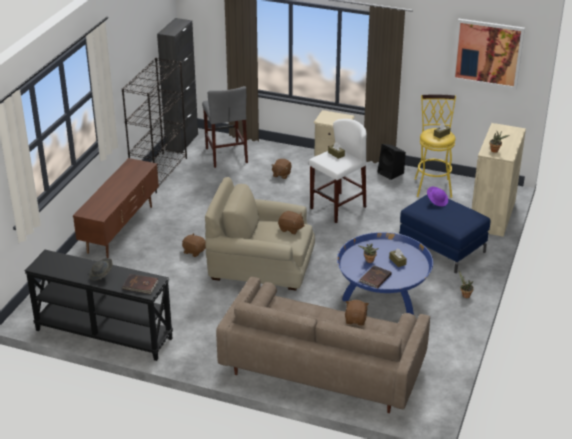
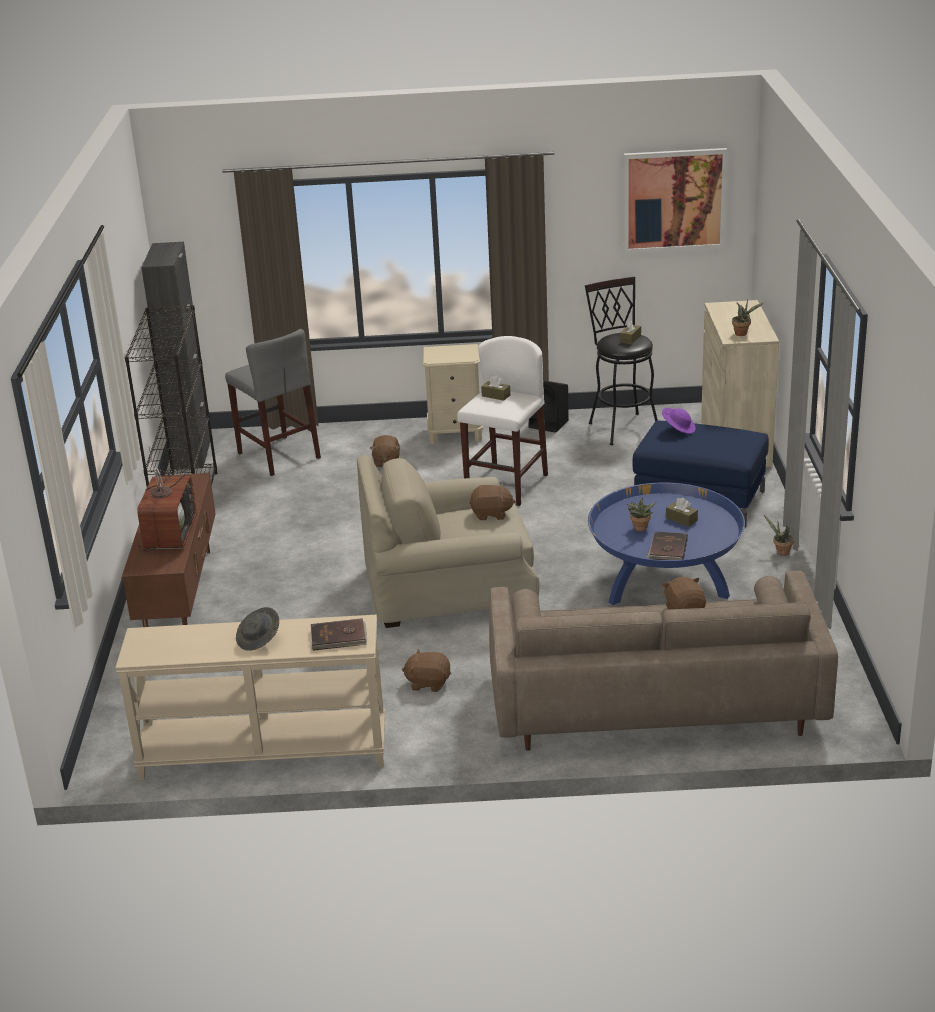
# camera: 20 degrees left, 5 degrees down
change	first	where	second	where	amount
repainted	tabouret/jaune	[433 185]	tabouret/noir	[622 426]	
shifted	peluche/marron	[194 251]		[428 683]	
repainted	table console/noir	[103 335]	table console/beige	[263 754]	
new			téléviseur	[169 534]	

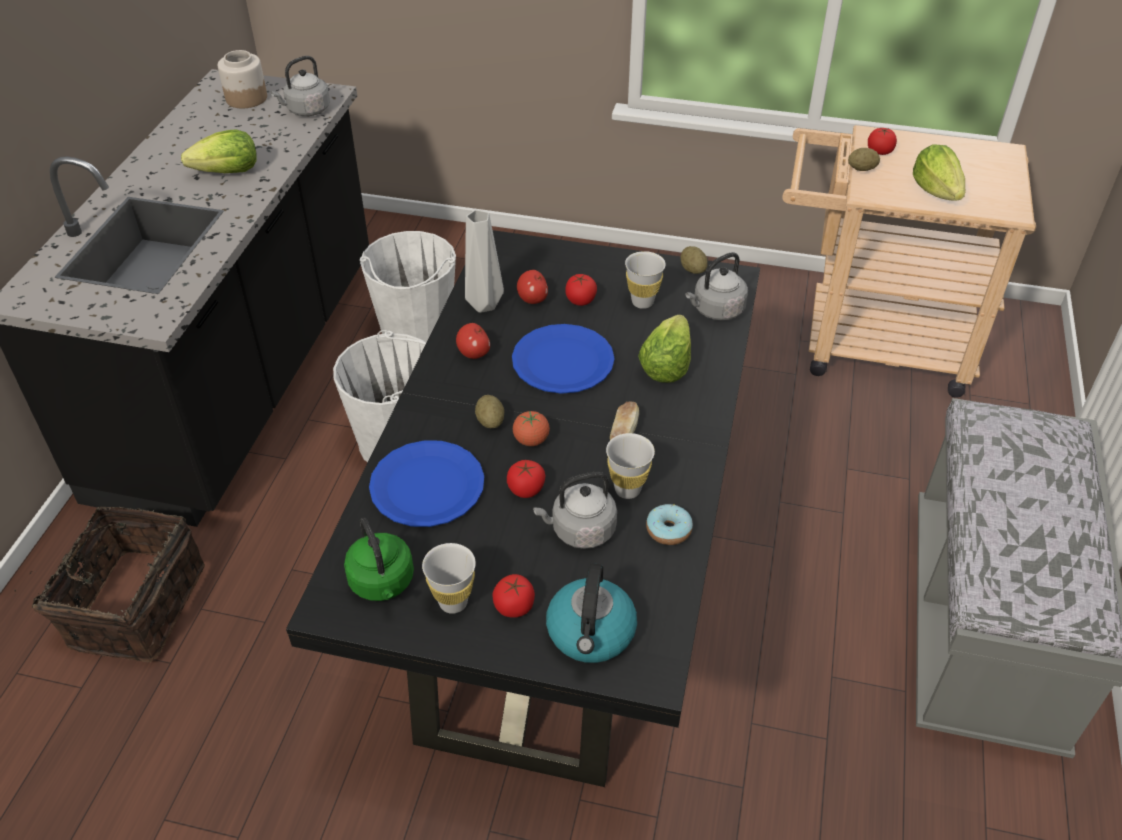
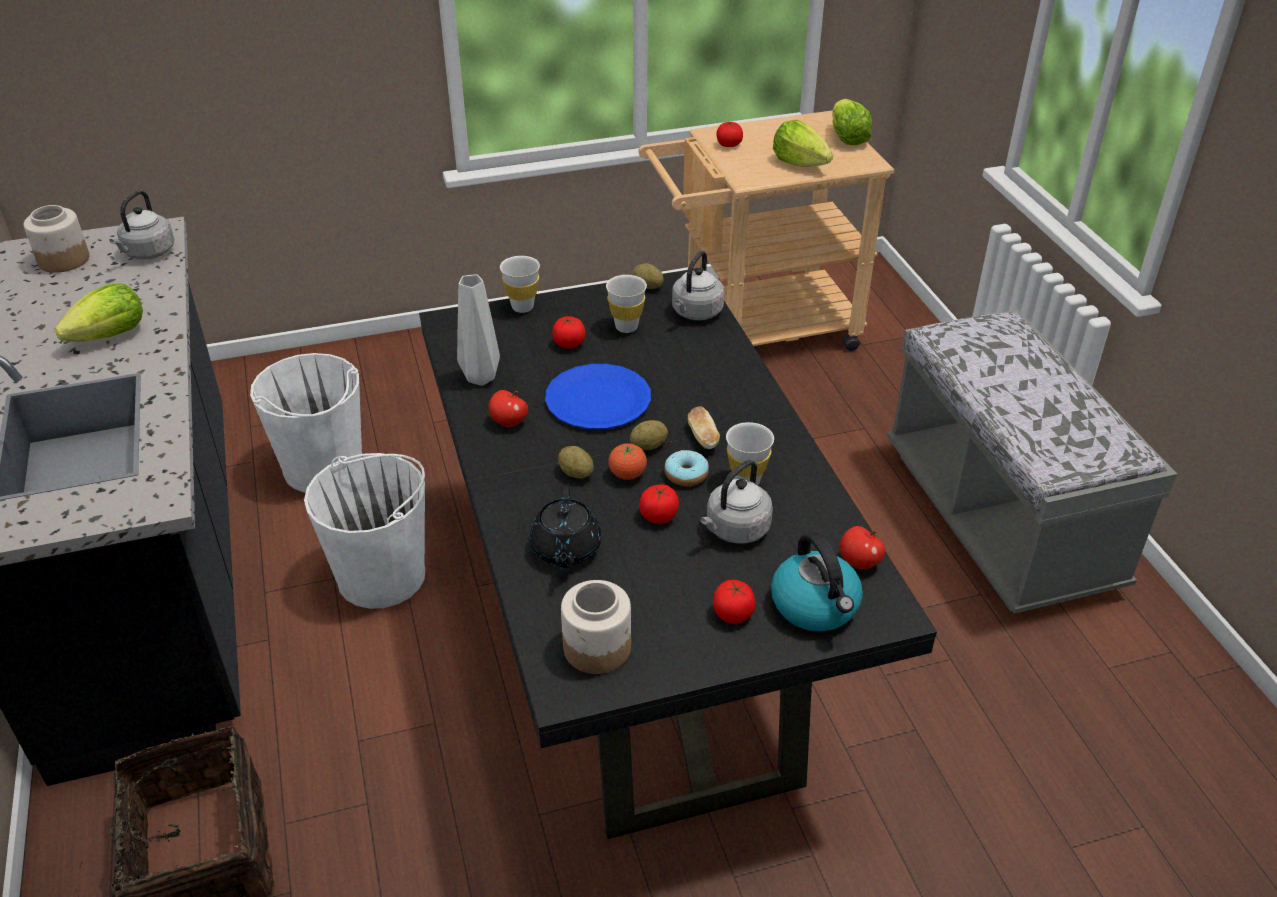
# camera: 30 degrees left, 5 degrees down
change	first	where	second	where	amount
shifted	pomme de terre	[862 169]		[648 446]	
shifted	pomme	[533 299]		[859 562]	
shifted	laitue	[666 366]		[847 139]	
swapped	assiette/bleu	[427 486]	théière/noir	[565 550]	
shifted	beignet	[668 530]		[686 475]	
swapped	bouilloire/vert	[383 583]	bocal	[598 648]	
shifted	tasse/blanc	[453 602]		[522 307]	

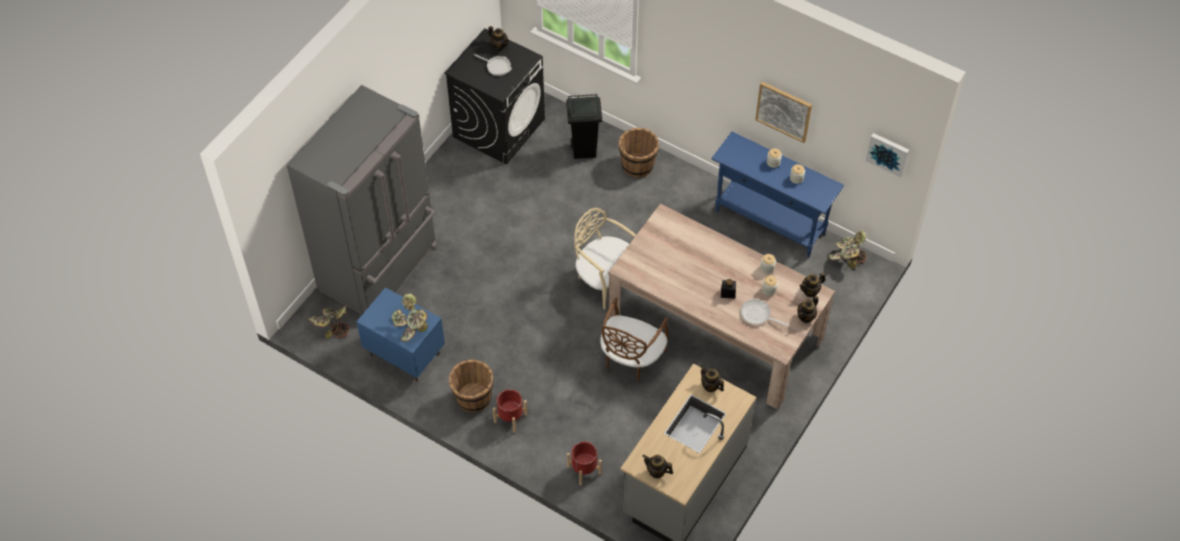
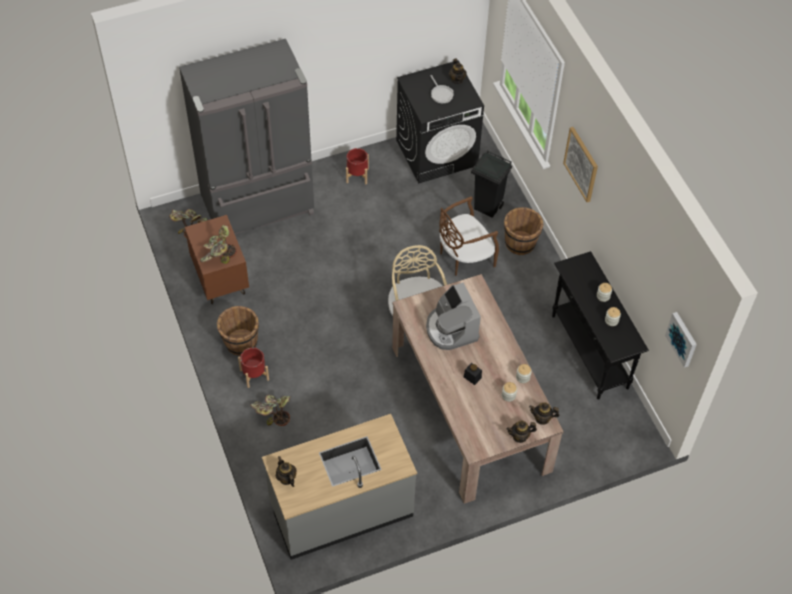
# camera: 35 degrees right, 0 degrees up
change	first	where	second	where	amount
shifted	tableau	[784 111]		[581 164]	
repainted	table console/bleu	[770 223]	table console/noir	[589 352]	
shifted	plante en pot	[846 257]		[272 413]	
repainted	table de chevet/bleu	[404 355]	table de chevet/marron	[220 279]	
shifted	chaise/marron	[631 359]		[464 257]	
gone	poêle	[758 315]			
gone	théière	[710 386]			
shifted	cache-pot/rouge	[584 469]		[357 175]	
new			machine à café	[451 329]	

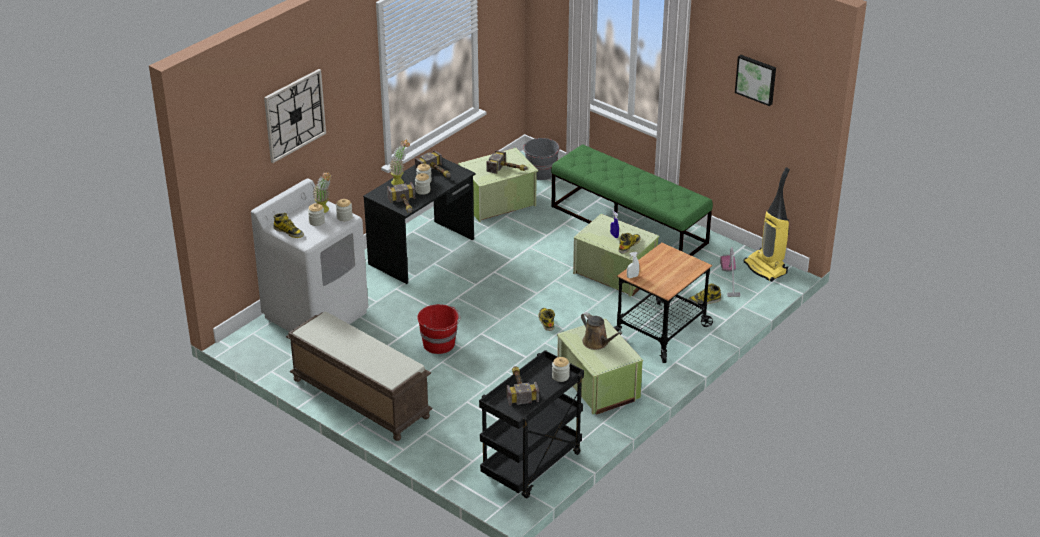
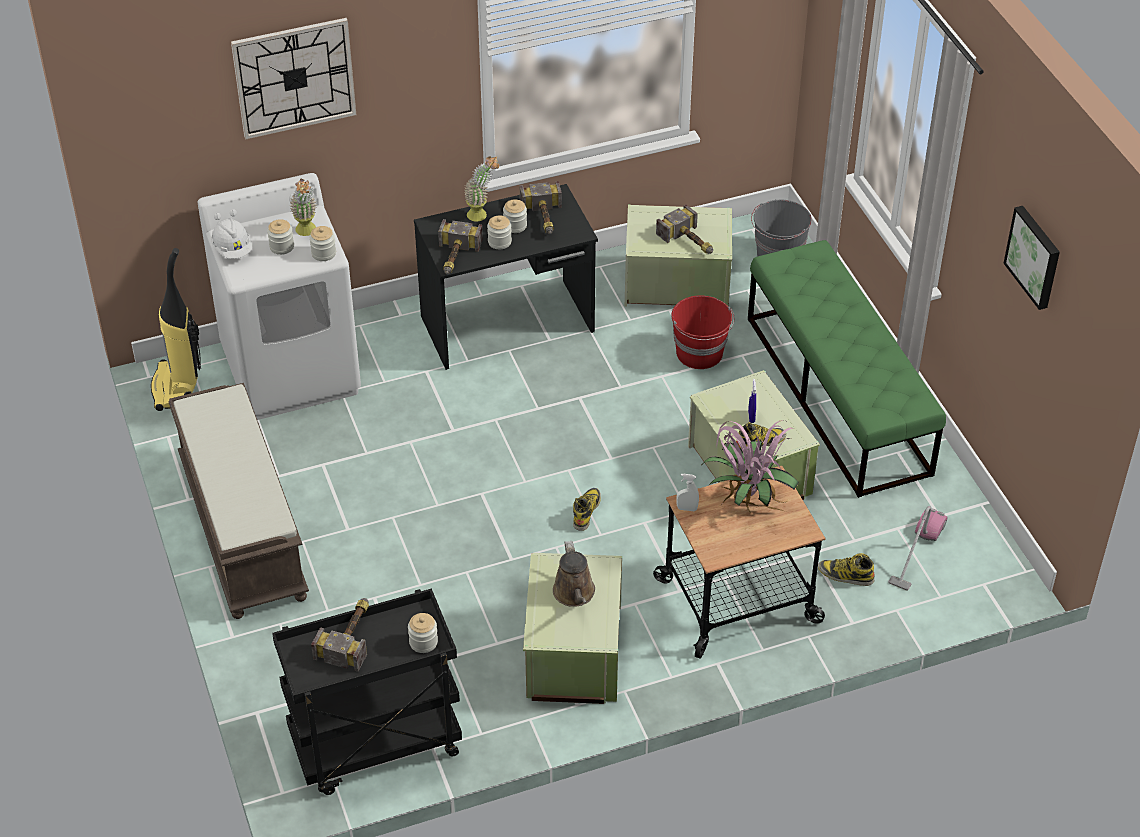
# camera: 30 degrees right, 10 degrees up
change	first	where	second	where	amount
shifted	aspirateur	[766 268]		[177 387]	
swapped	botte	[289 232]	casque de chantier/blanc	[233 249]	
shifted	seau/rouge	[439 344]		[700 353]	
new			plante en pot	[746 500]	

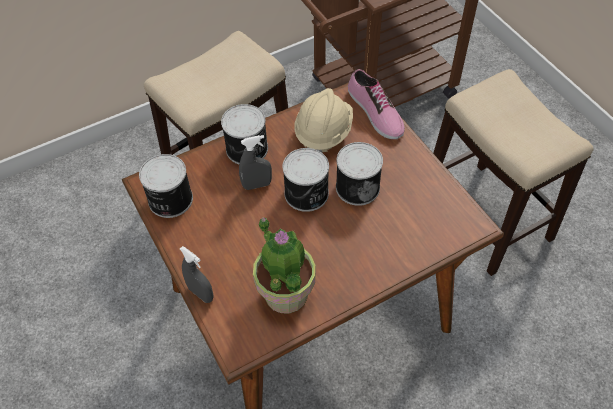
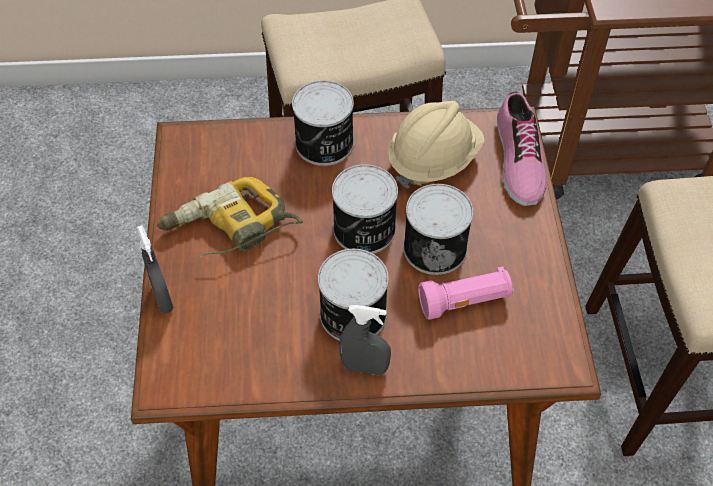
# camera: 25 degrees right, 0 degrees up
change	first	where	second	where	amount
shifted	vaporisateur/gris	[257 185]		[364 367]	
shifted	boîte métallique	[169 200]		[351 314]	
gone	plante en pot	[286 293]			
new			perceuse	[230 230]	
new			lampe de poche/rose	[465 301]	

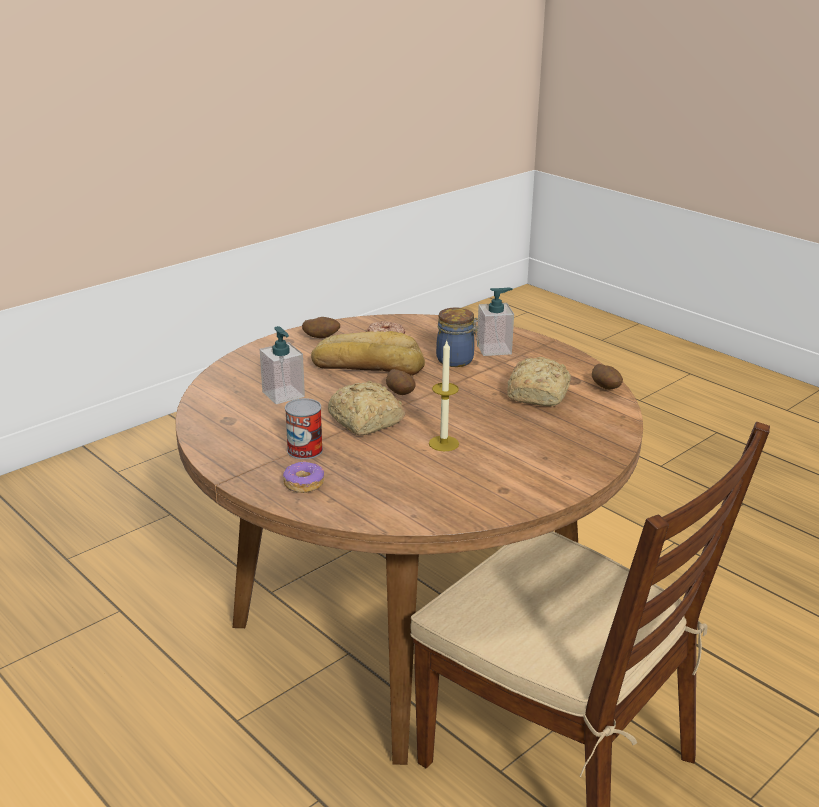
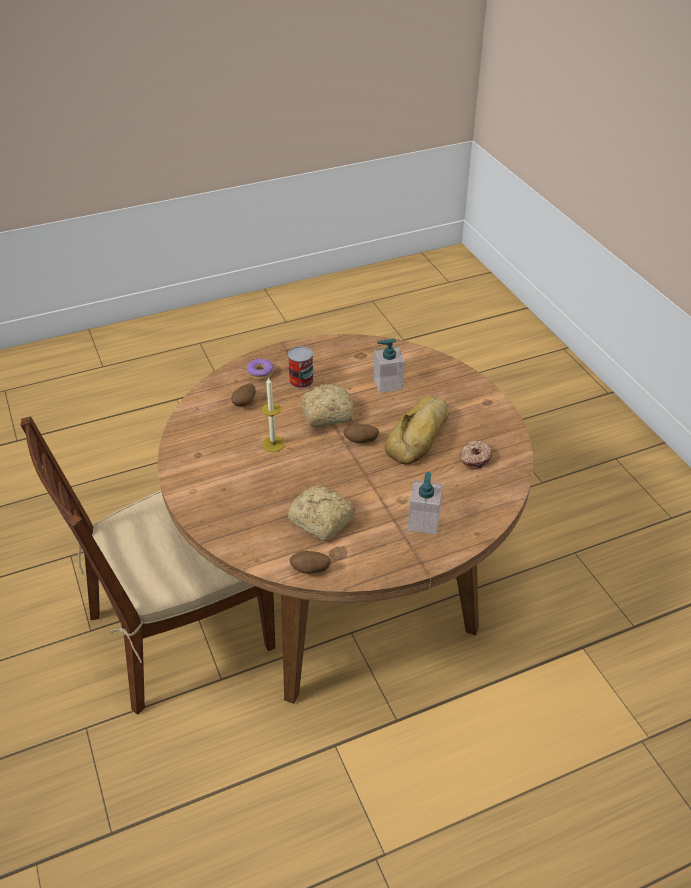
# camera: 110 degrees right, 15 degrees up
change	first	where	second	where	amount
gone	bocal	[456 360]			
shifted	pomme de terre	[321 338]		[244 403]	

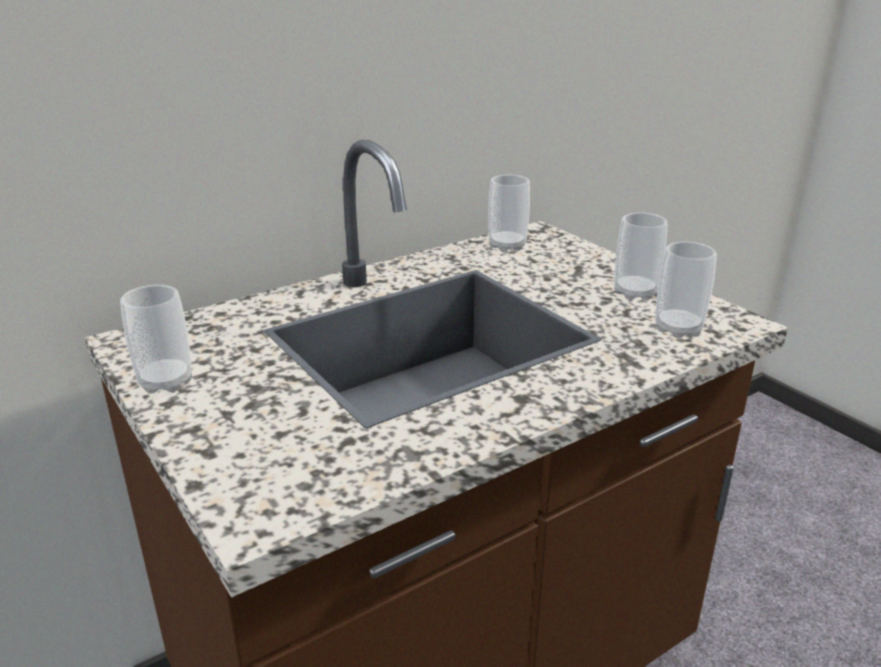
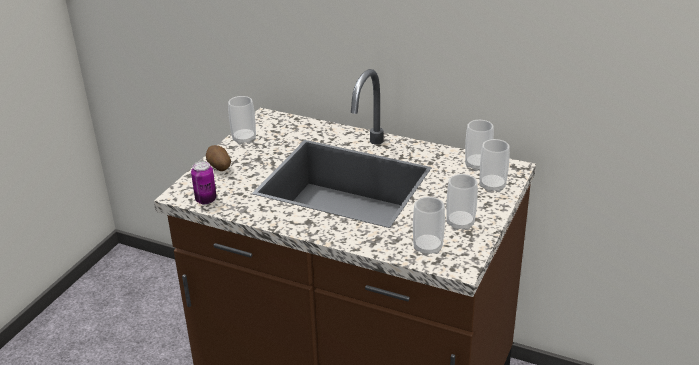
# camera: 60 degrees right, 5 degrees up
change	first	where	second	where	amount
new			tasse	[492 186]	
new			pomme de terre	[219 167]	
new			boîte métallique	[206 200]	

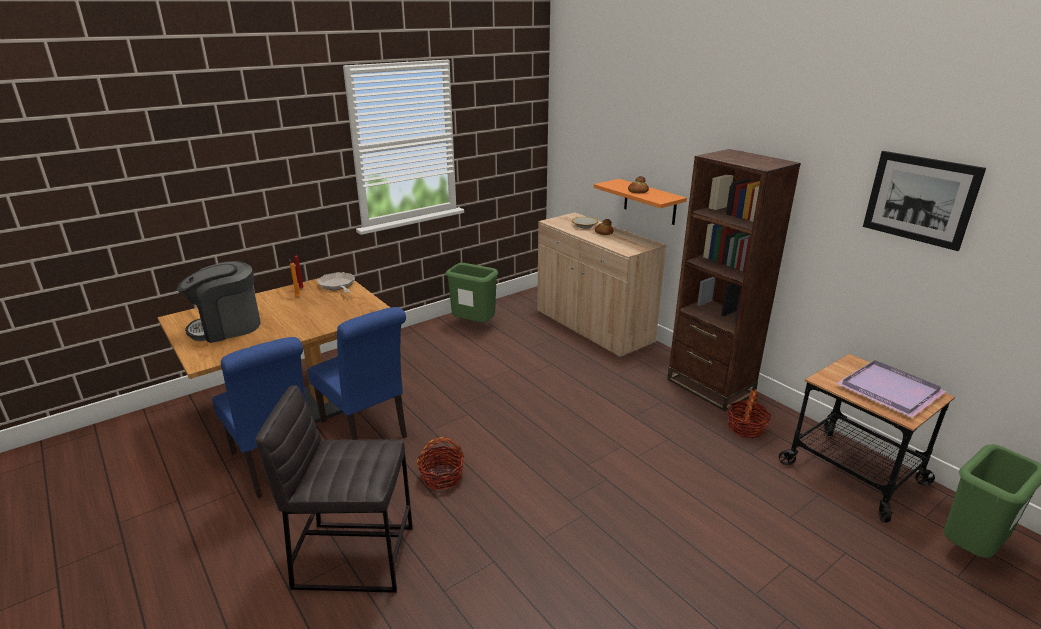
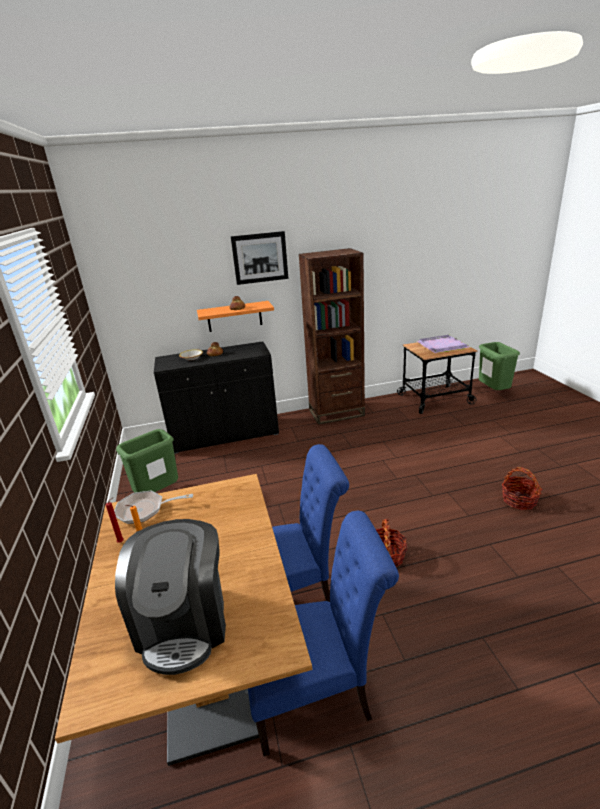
# camera: 65 degrees left, 0 degrees up
change	first	where	second	where	amount
shifted	tableau	[920 199]		[260 258]	
repainted	meuble de rangement/beige	[593 327]	meuble de rangement/noir	[225 435]	
gone	tabouret/gris	[354 555]			
shifted	panier	[746 428]		[519 500]	

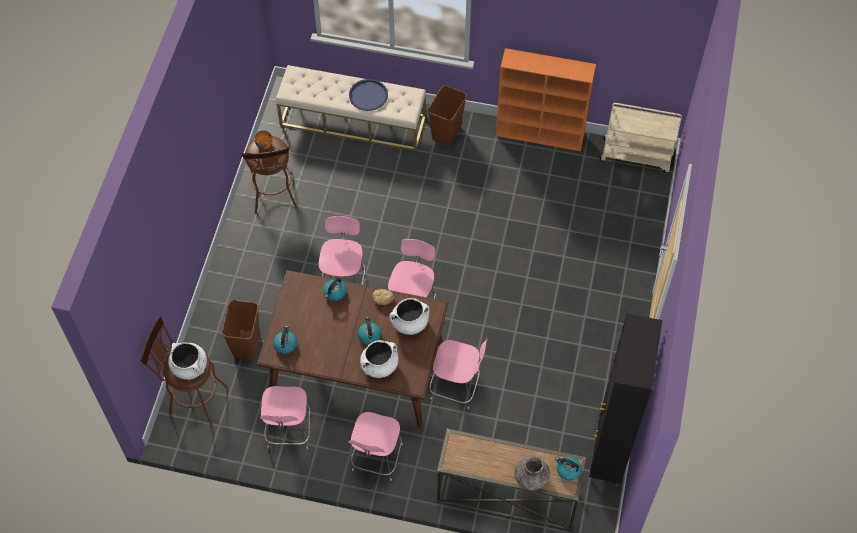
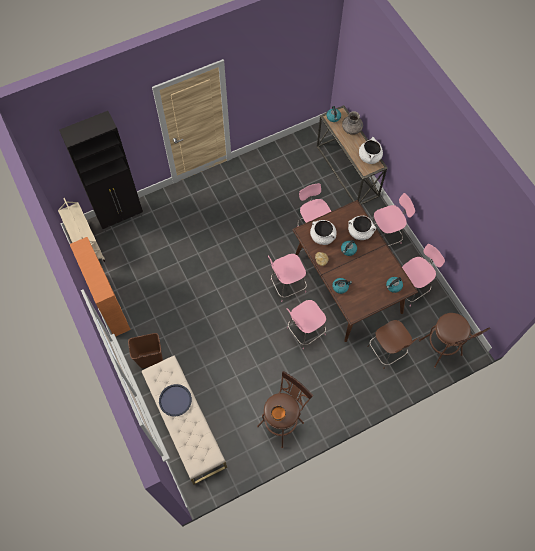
# camera: 130 degrees left, 5 degrees up
change	first	where	second	where	amount
swapped	poubelle/marron	[246 344]	chaise/marron	[387 351]	
shifted	meuble de rangement/noir	[607 455]		[121 217]	
shifted	marmite/blanc	[189 367]		[369 157]	

